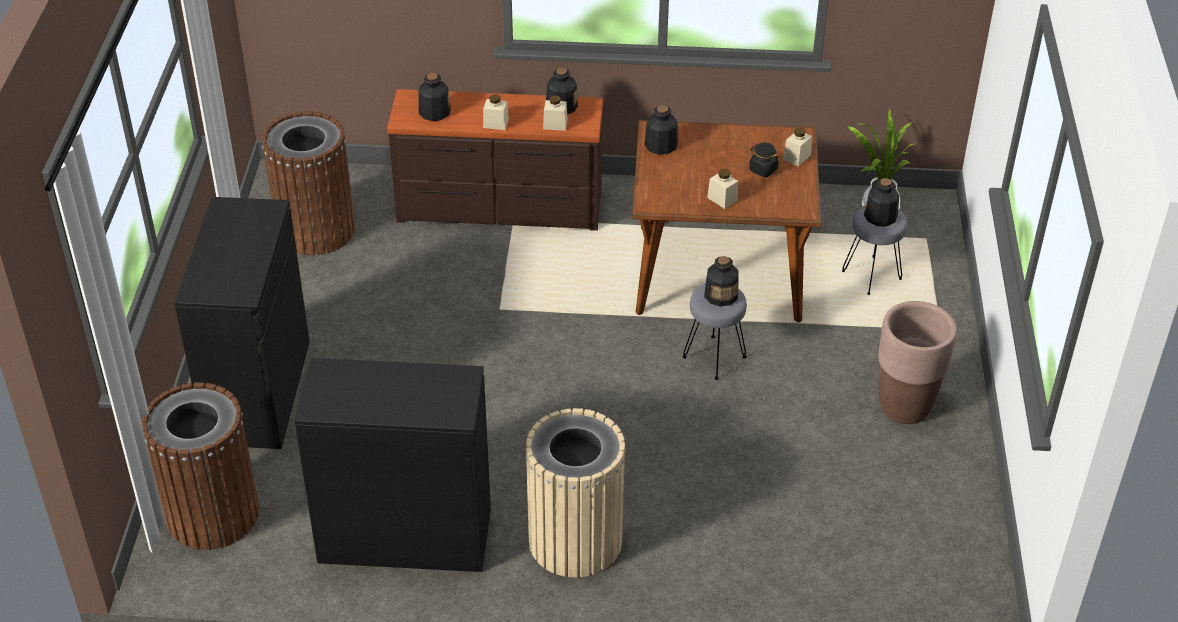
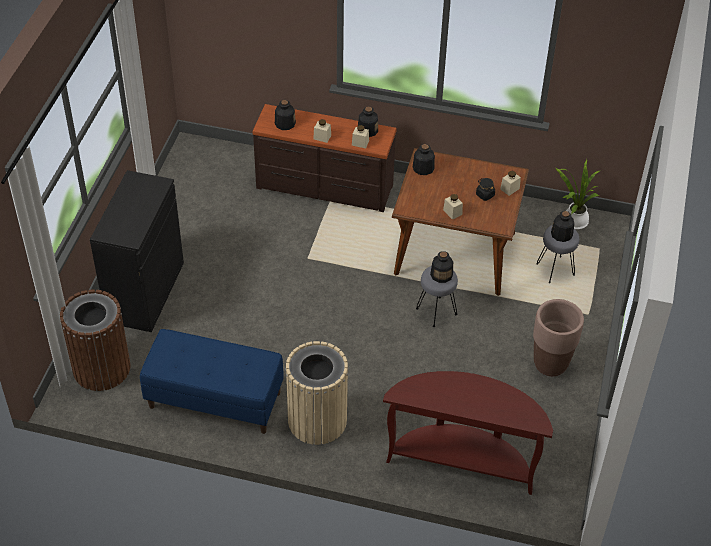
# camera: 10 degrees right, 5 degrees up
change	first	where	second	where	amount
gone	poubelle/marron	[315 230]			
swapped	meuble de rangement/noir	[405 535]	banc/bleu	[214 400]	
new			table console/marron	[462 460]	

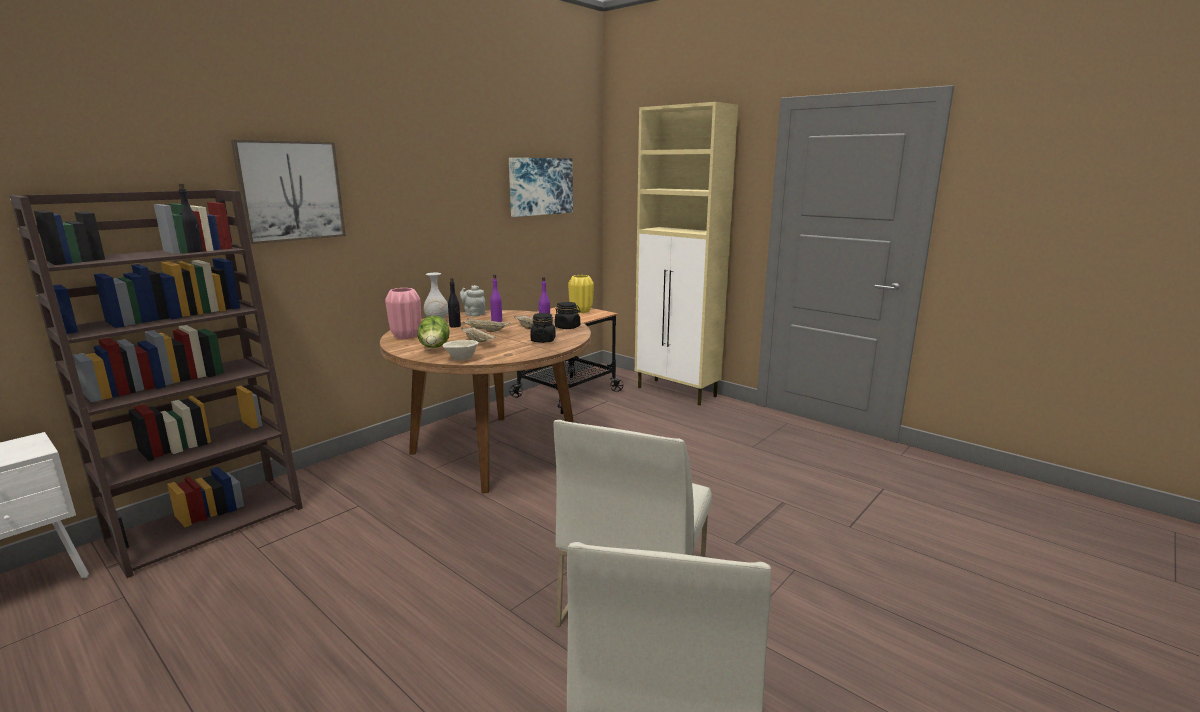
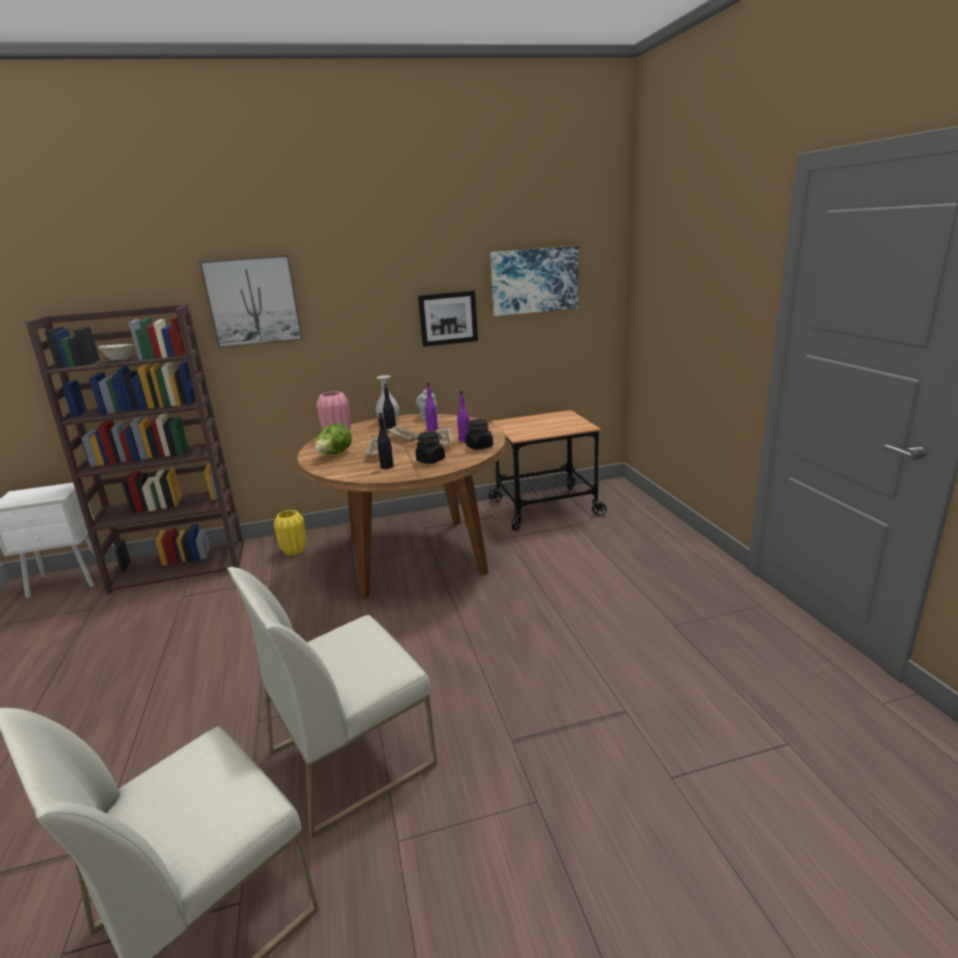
# camera: 35 degrees right, 5 degrees up
change	first	where	second	where	amount
gone	meuble de rangement/beige	[677 392]			
shifted	bouteille/noir	[194 251]		[387 467]	
shifted	vase/jaune	[581 311]		[294 551]	
shifted	bol/beige	[461 359]		[119 361]	
new			tableau	[448 318]	

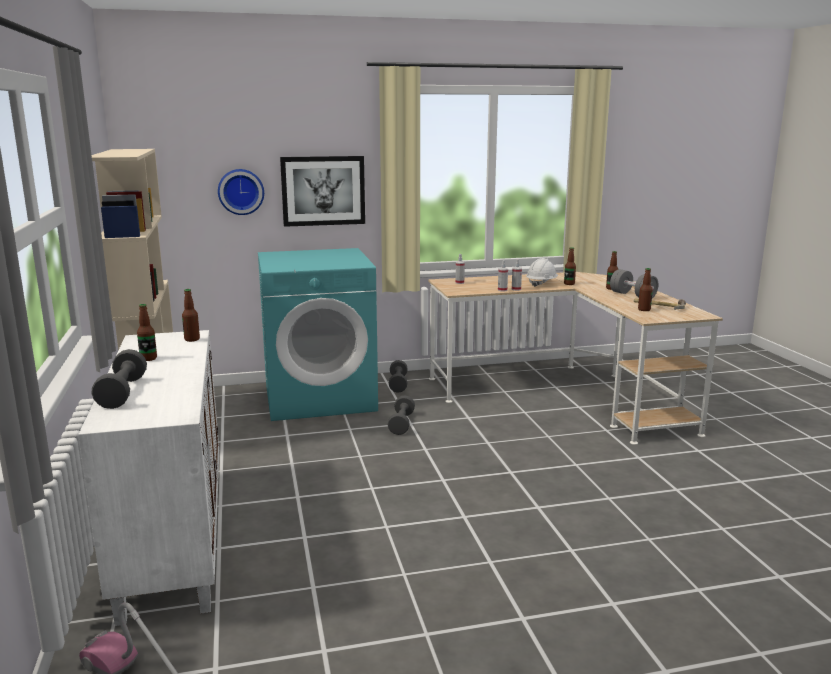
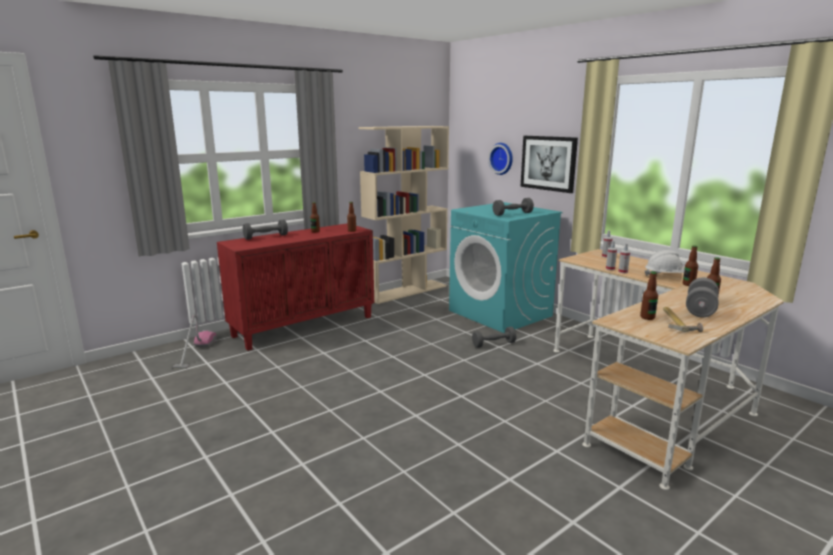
# camera: 65 degrees right, 0 degrees up
change	first	where	second	where	amount
repainted	meuble de rangement/blanc	[172 537]	meuble de rangement/rouge	[304 326]	
shifted	haltère/gris	[398 384]		[512 214]	

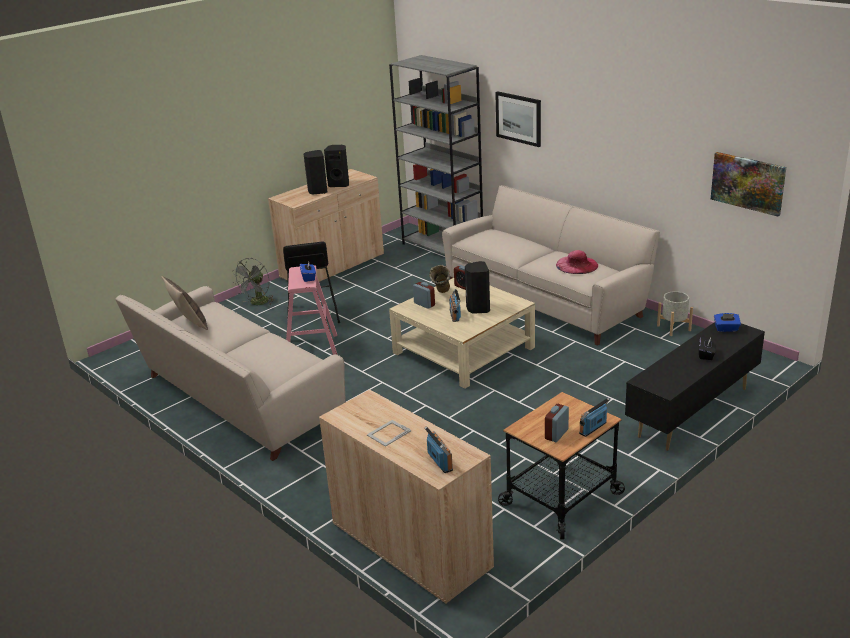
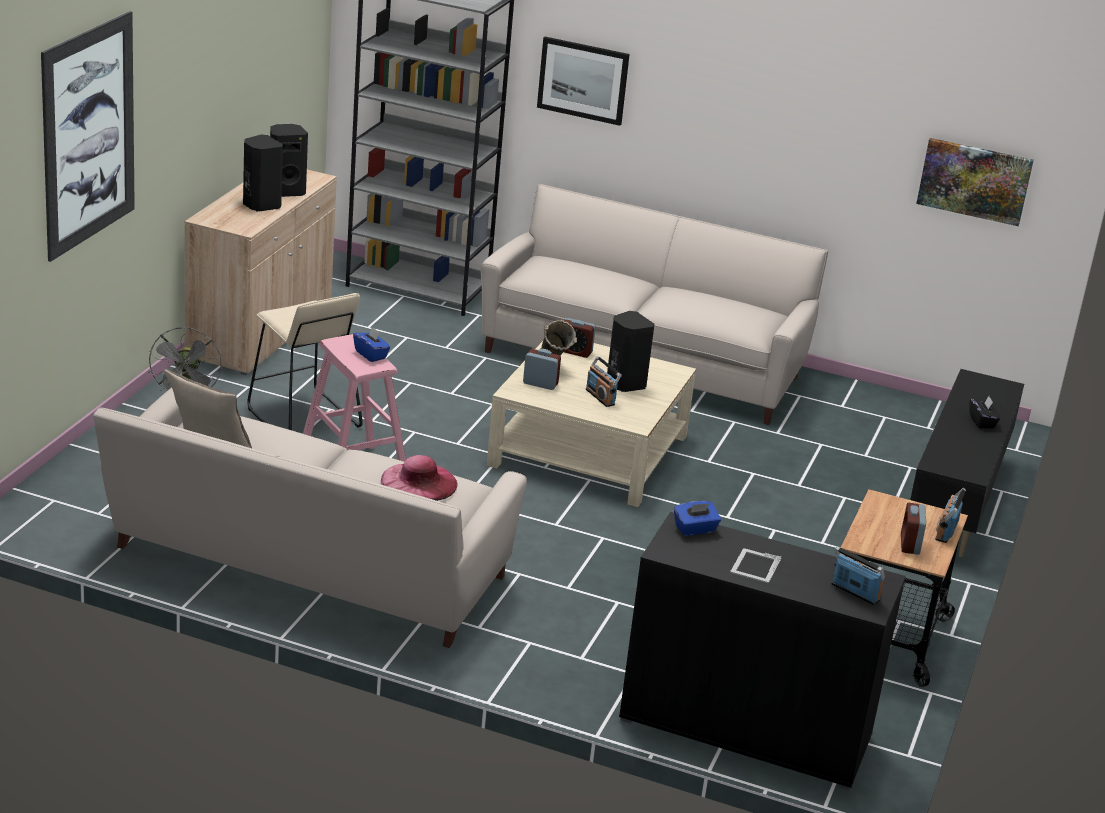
# camera: 30 degrees left, 0 degrees up
change	first	where	second	where	amount
repainted	tabouret/noir	[312 315]	tabouret/beige	[302 418]	
shifted	chapeau/rose	[577 265]		[418 482]	
gone	cache-pot/gris	[673 328]			
shifted	boîte à mouchoirs/bleu	[726 329]		[695 529]	
repainted	meuble de rangement/beige	[411 546]	meuble de rangement/noir	[745 728]	
new			tableau	[89 135]	

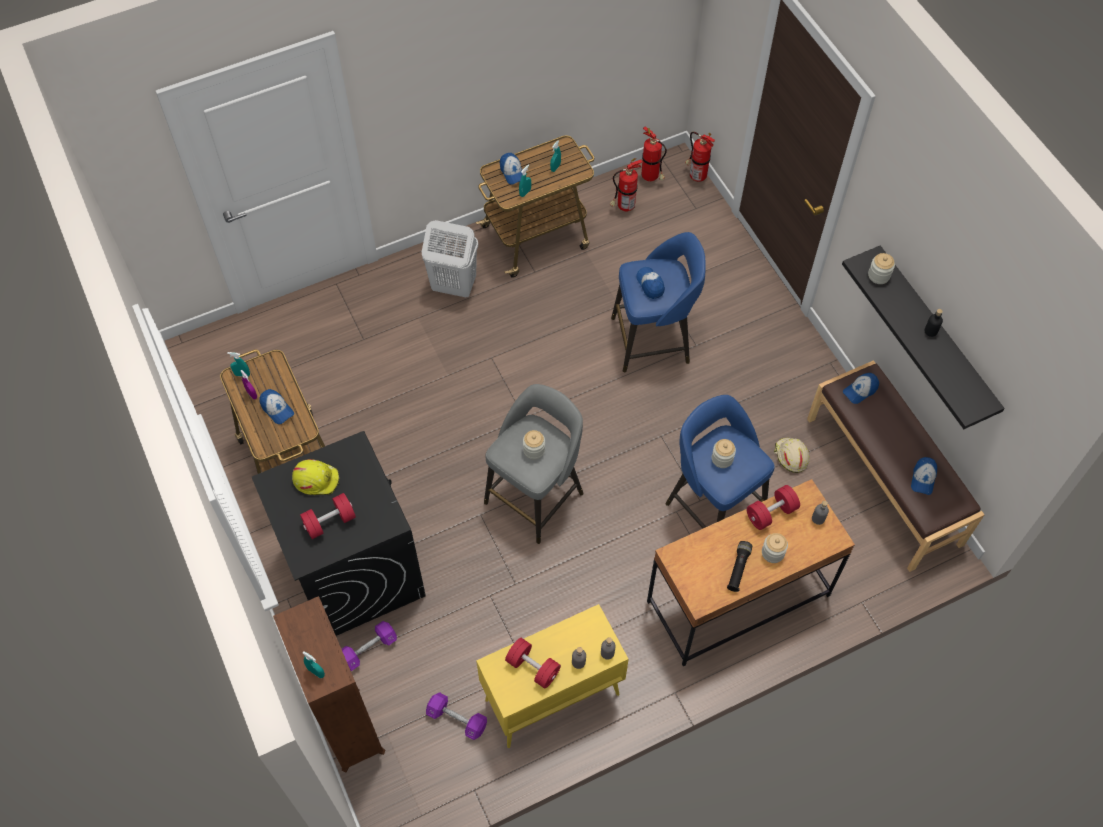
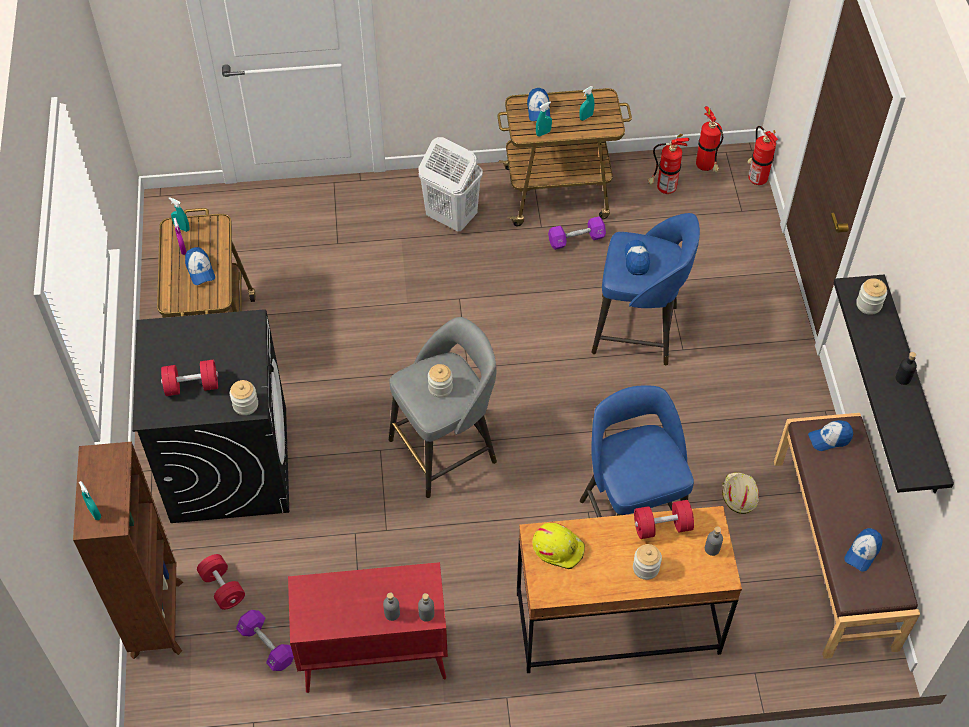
# camera: 20 degrees right, 5 degrees down
change	first	where	second	where	amount
shifted	bocal	[722 459]		[245 405]	
shifted	casque de chantier/jaune	[316 479]		[558 547]	
gone	lampe de poche/noir	[738 569]			
repainted	meuble de rangement/jaune	[551 698]	meuble de rangement/rouge	[373 657]	
shifted	haltère/violet	[368 649]		[576 239]	
shifted	haltère/rouge	[533 667]		[222 588]	

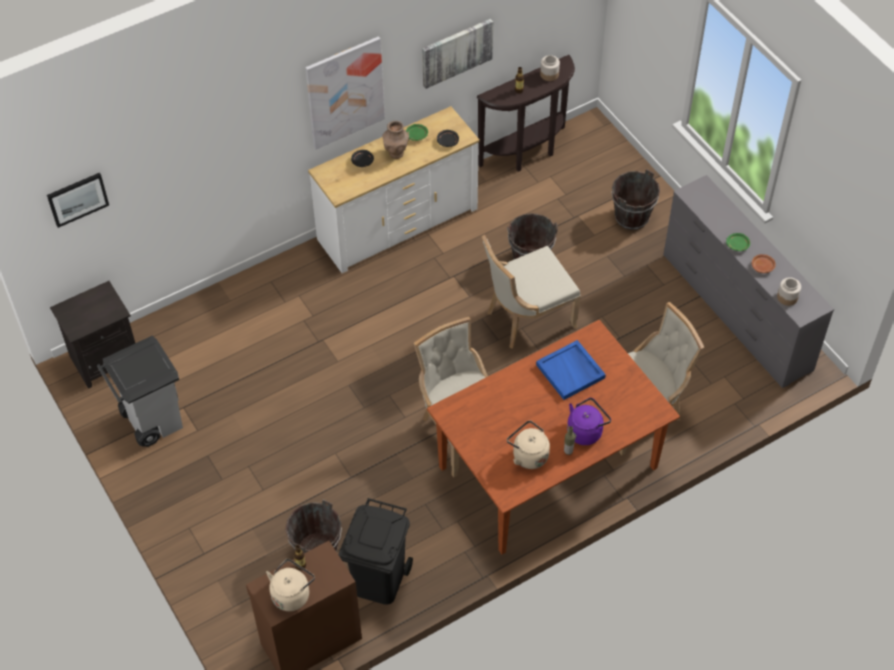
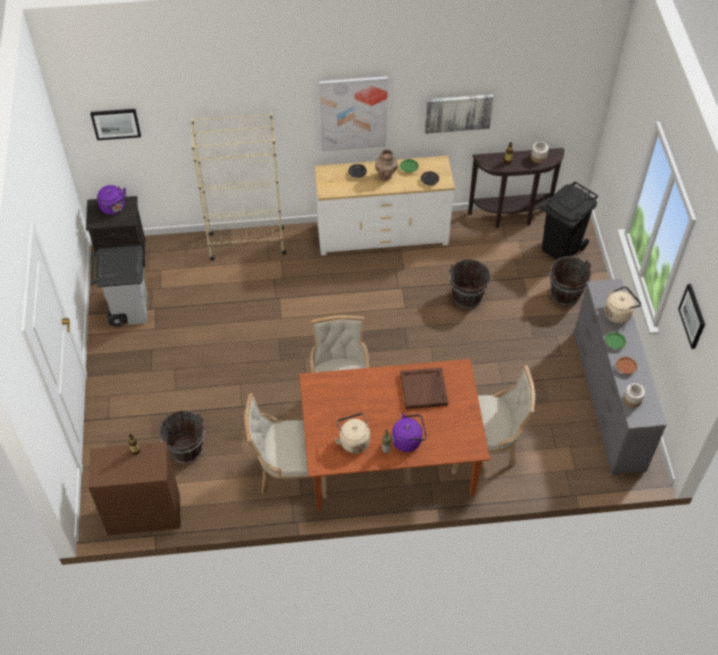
# camera: 25 degrees right, 0 degrees up
change	first	where	second	where	amount
shifted	chaise/beige	[526 318]		[290 472]	
repainted	plateau/bleu	[571 371]	plateau/marron	[424 390]	
shifted	poubelle/noir	[378 580]		[560 247]	
shifted	bouilloire/beige	[292 594]		[618 313]	
new			bibliothèque/beige	[246 243]	
new			bouilloire/violet	[114 208]	
new			tableau	[692 316]	

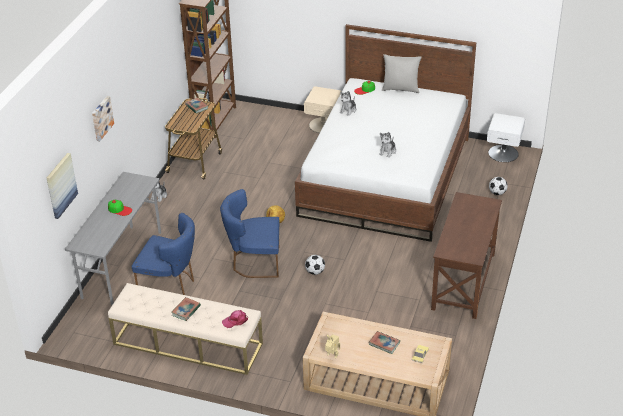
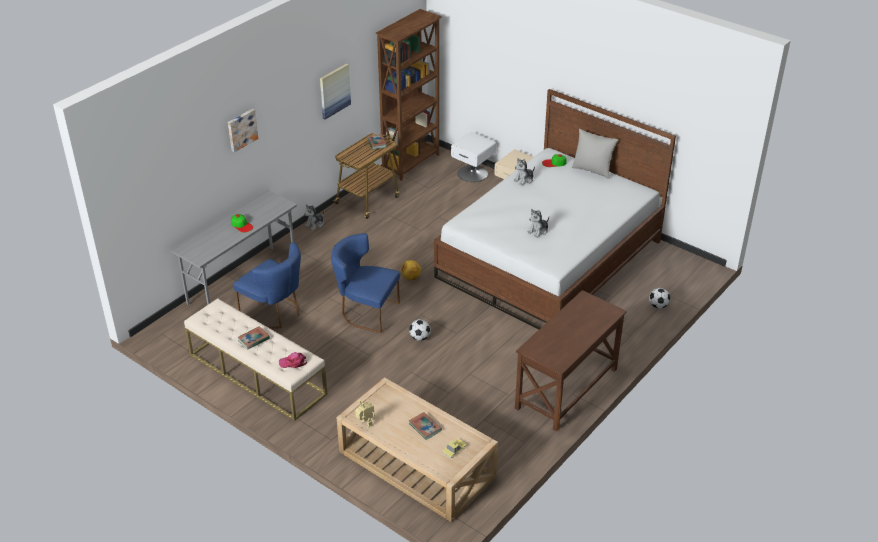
# camera: 20 degrees right, 0 degrees up
change	first	where	second	where	amount
shifted	table de chevet/blanc	[503 153]		[473 173]	
shifted	tableau	[61 185]		[334 91]	

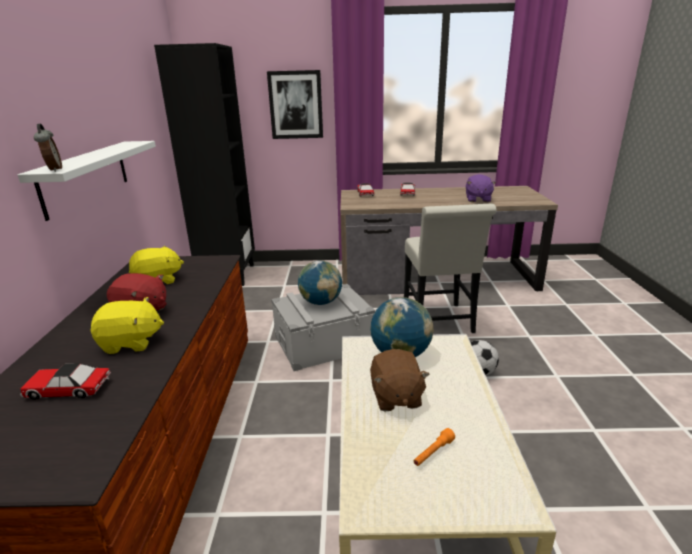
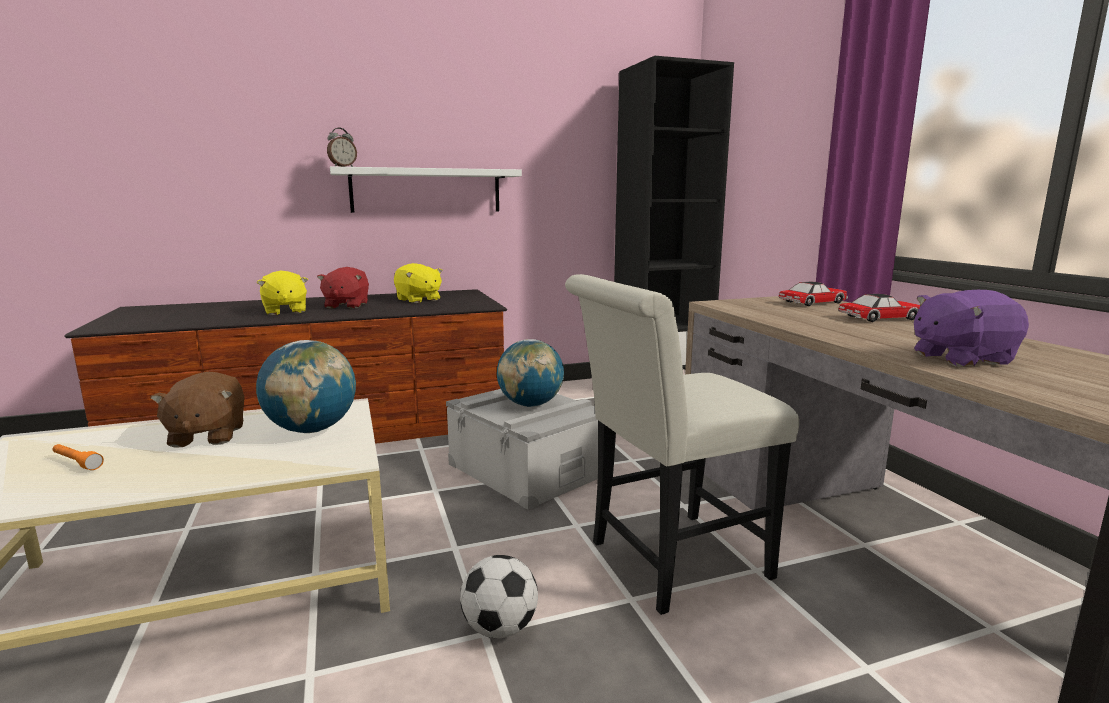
# camera: 70 degrees right, 10 degrees down
change	first	where	second	where	amount
gone	tableau	[296 105]			
rotated	peluche/marron	[395 397]		[206 436]	75 degrees counterclockwise
gone	petite voiture	[68 389]			

